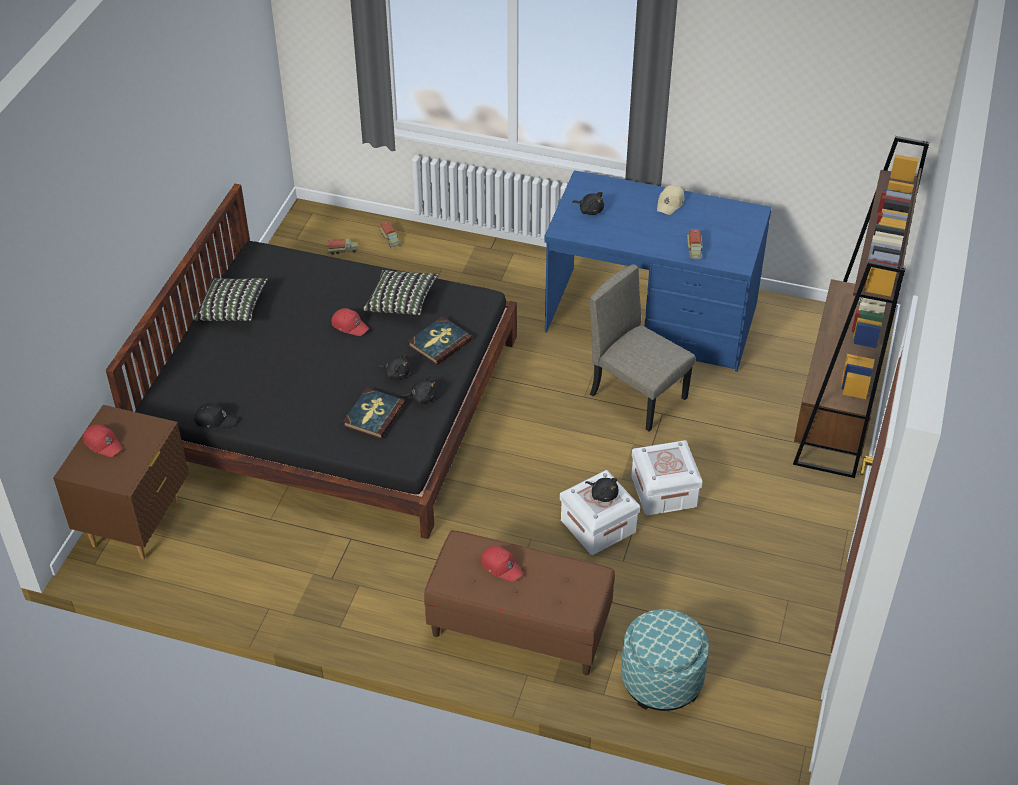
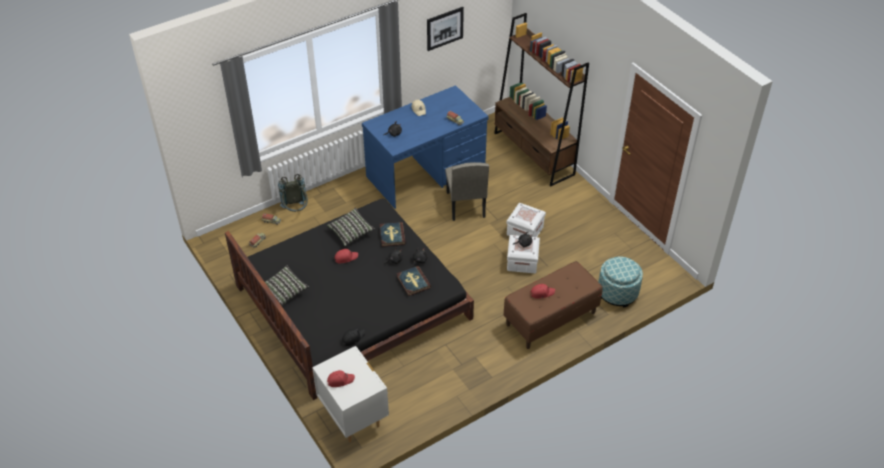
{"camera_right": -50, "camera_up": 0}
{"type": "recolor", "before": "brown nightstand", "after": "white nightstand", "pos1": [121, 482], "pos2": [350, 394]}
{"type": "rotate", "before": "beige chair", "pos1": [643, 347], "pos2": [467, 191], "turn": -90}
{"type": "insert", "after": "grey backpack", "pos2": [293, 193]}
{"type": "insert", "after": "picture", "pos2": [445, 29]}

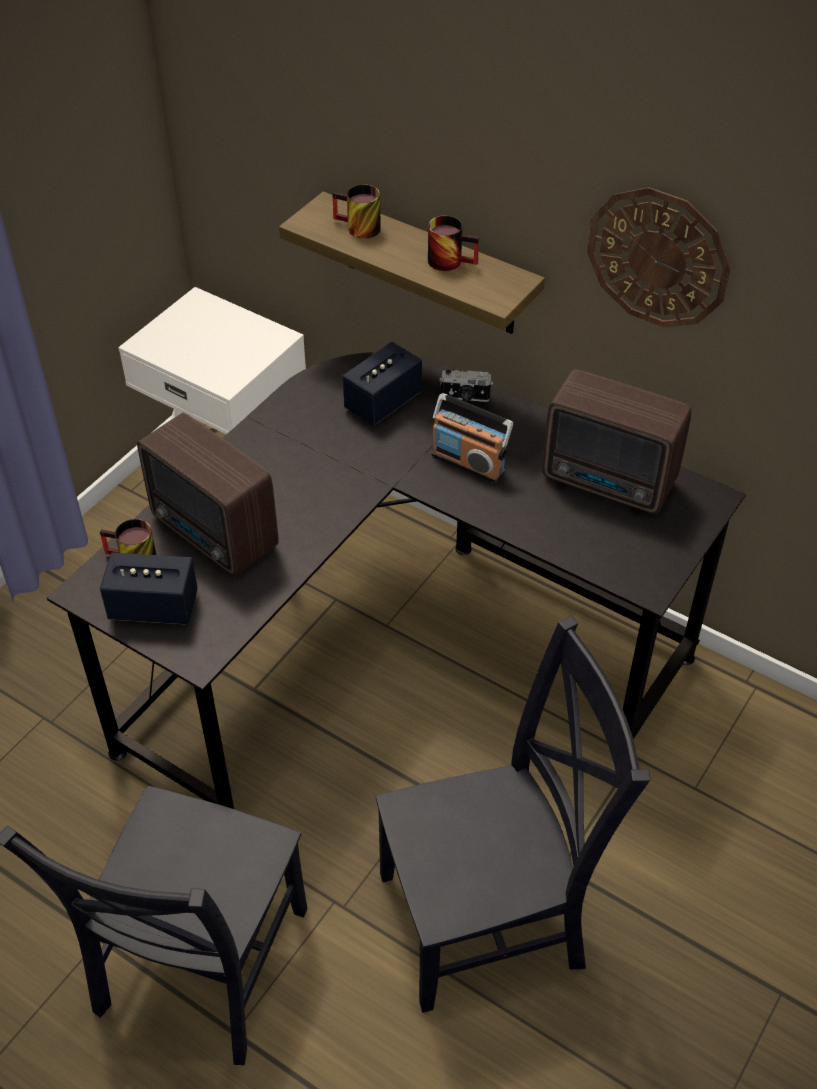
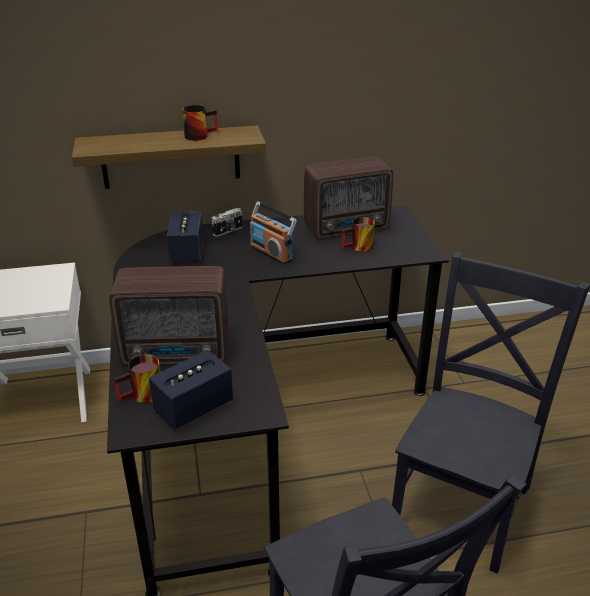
{"camera_right": -45, "camera_up": -15}
{"type": "move", "before": "mug", "pos1": [356, 212], "pos2": [358, 234]}
{"type": "rotate", "before": "radio", "pos1": [472, 438], "pos2": [273, 233], "turn": 60}
{"type": "delete", "before": "wall clock", "pos1": [659, 257]}

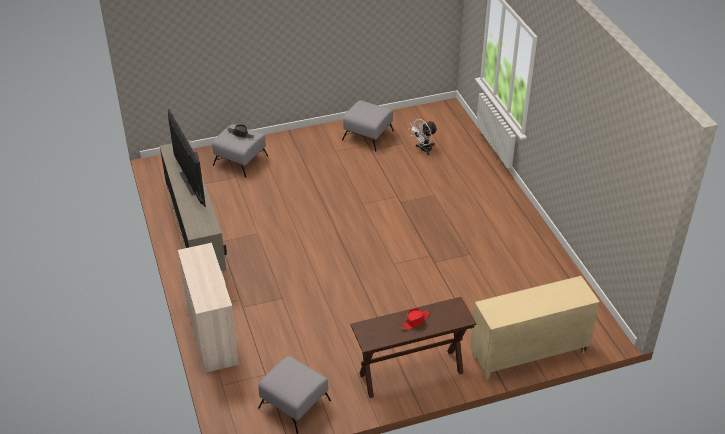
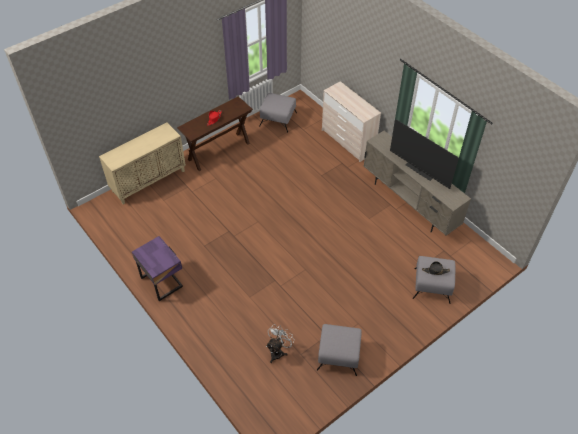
{"camera_right": 160, "camera_up": 10}
{"type": "insert", "after": "purple nightstand", "pos2": [157, 268]}

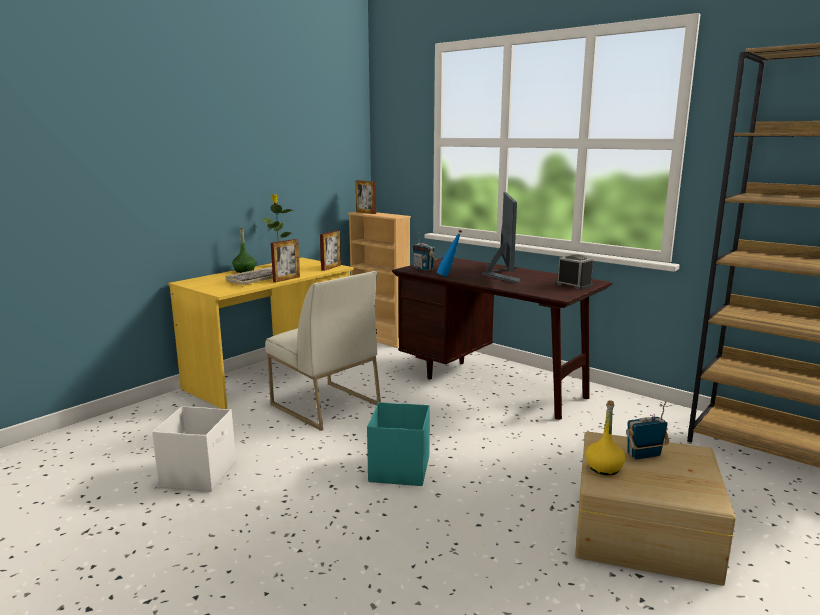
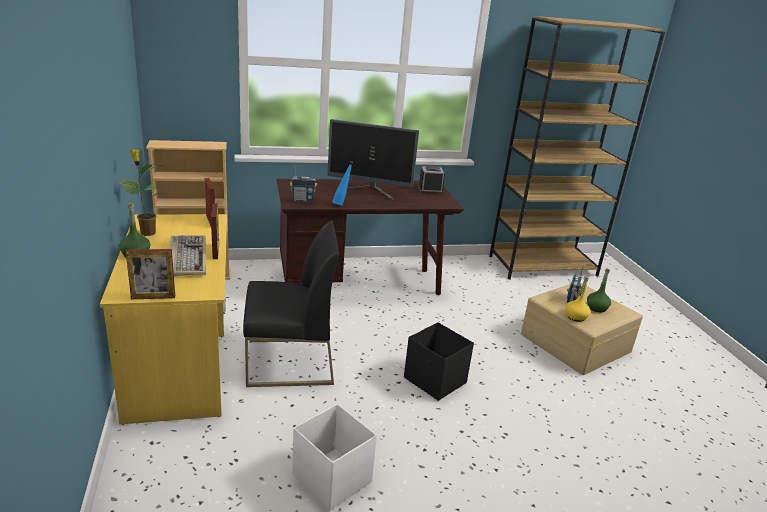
{"camera_right": -55, "camera_up": 10}
{"type": "recolor", "before": "white chair", "after": "black chair", "pos1": [323, 351], "pos2": [291, 303]}
{"type": "move", "before": "picture frame", "pos1": [366, 197], "pos2": [150, 274]}
{"type": "recolor", "before": "turquoise storage box", "after": "black storage box", "pos1": [398, 444], "pos2": [439, 361]}
{"type": "rotate", "before": "monitor", "pos1": [501, 238], "pos2": [373, 159], "turn": 150}
{"type": "insert", "after": "green bottle", "pos2": [599, 290]}

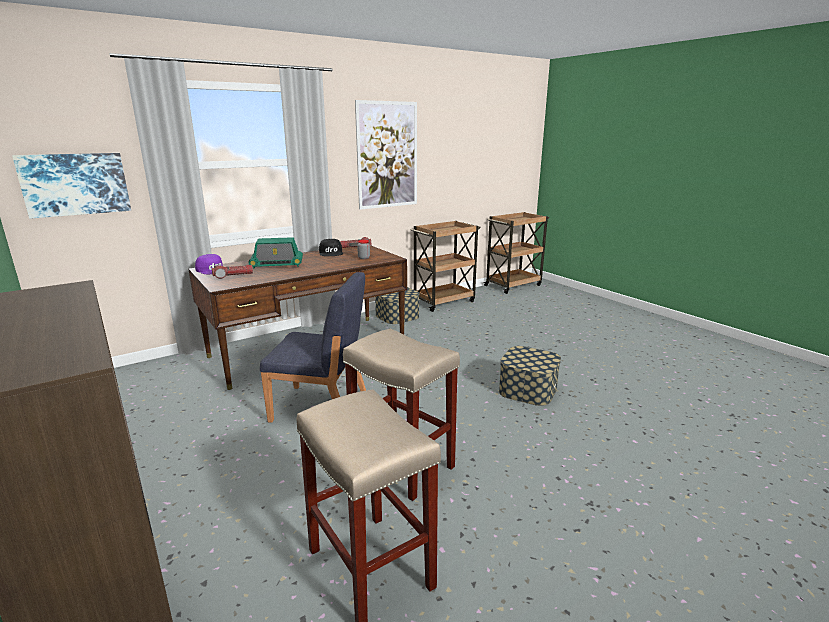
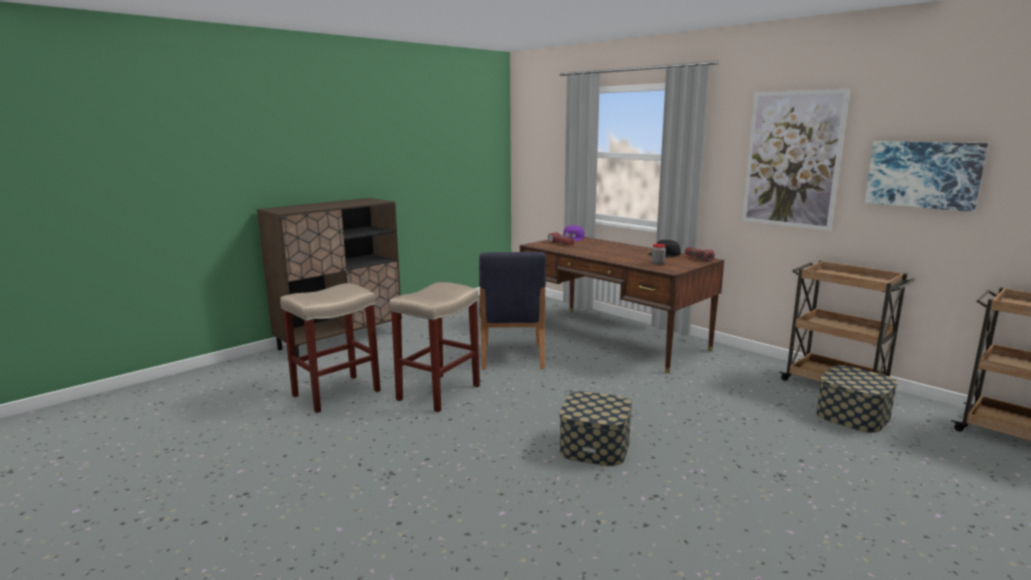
{"camera_right": 80, "camera_up": -5}
{"type": "move", "before": "picture", "pos1": [71, 186], "pos2": [926, 176]}
{"type": "delete", "before": "radio", "pos1": [276, 253]}
{"type": "move", "before": "storage box", "pos1": [397, 305], "pos2": [857, 399]}

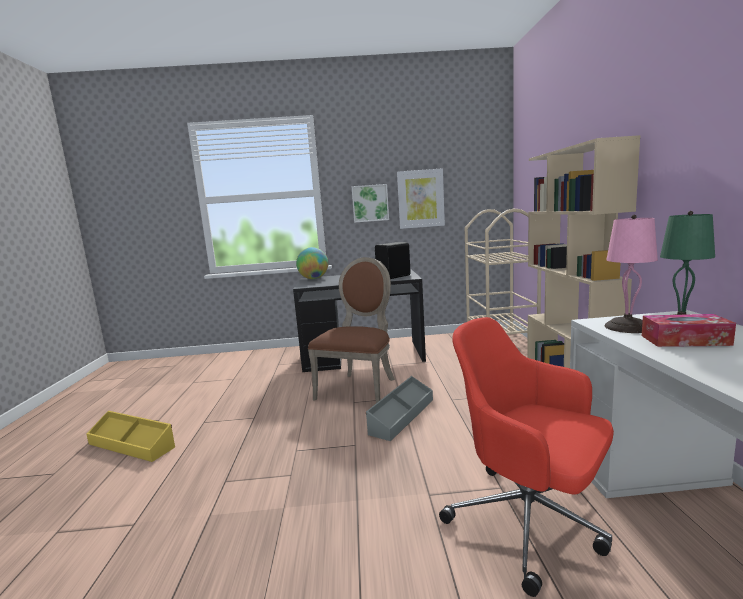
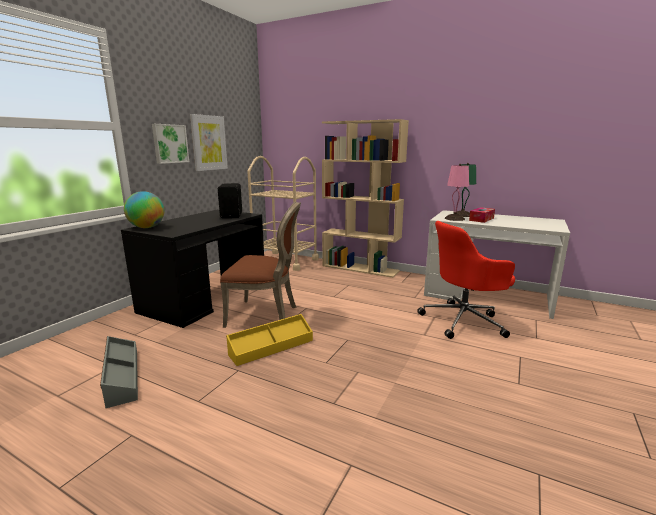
{"camera_right": -60, "camera_up": 5}
{"type": "move", "before": "yellow storage box", "pos1": [130, 436], "pos2": [269, 340]}
{"type": "rotate", "before": "brown chair", "pos1": [351, 330], "pos2": [260, 264], "turn": 135}
{"type": "move", "before": "grey storage box", "pos1": [399, 408], "pos2": [119, 372]}

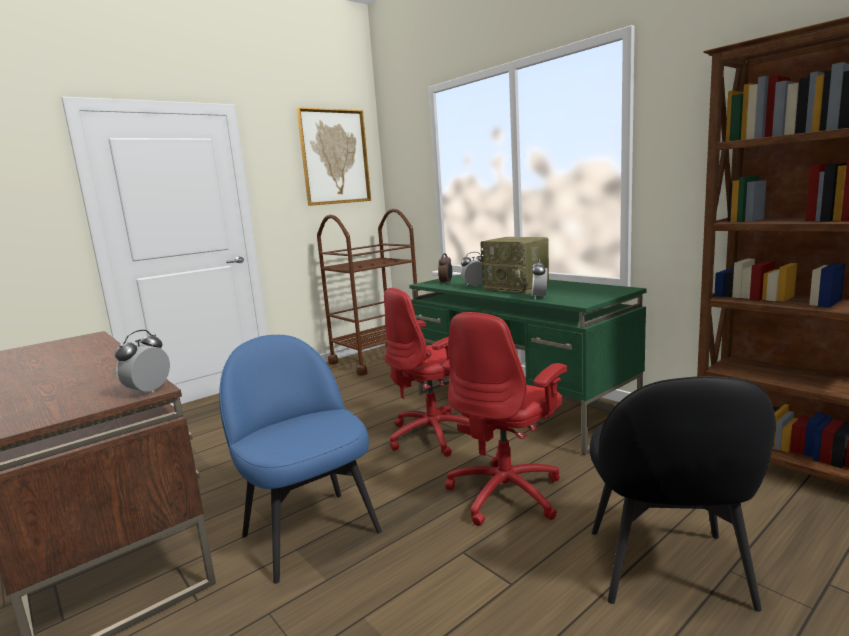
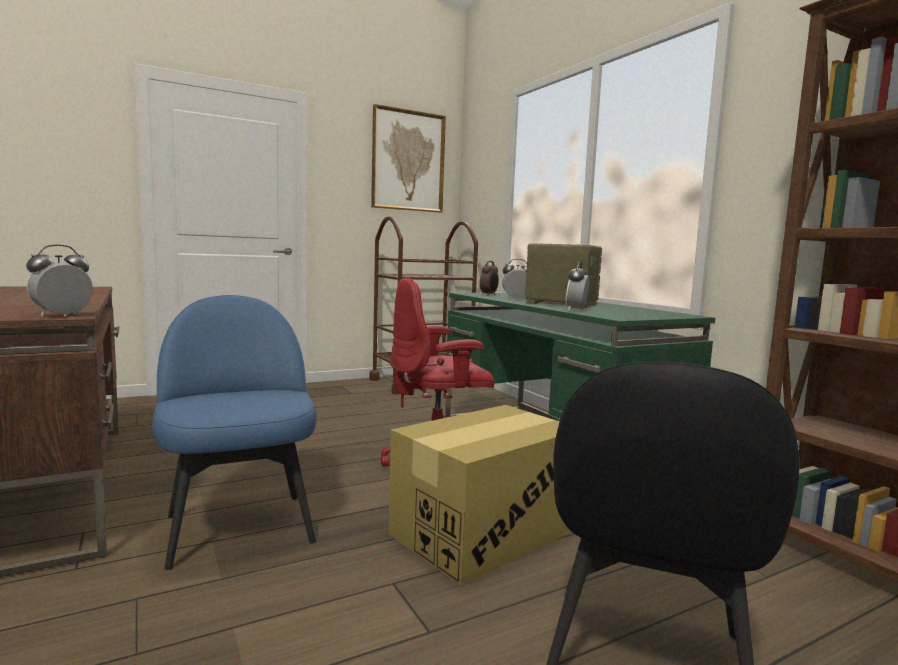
{"camera_right": 10, "camera_up": -5}
{"type": "replace", "before": "red office chair", "after": "cardboard box", "pos1": [504, 419], "pos2": [480, 495]}
{"type": "rotate", "before": "radio", "pos1": [514, 266], "pos2": [563, 275], "turn": 150}

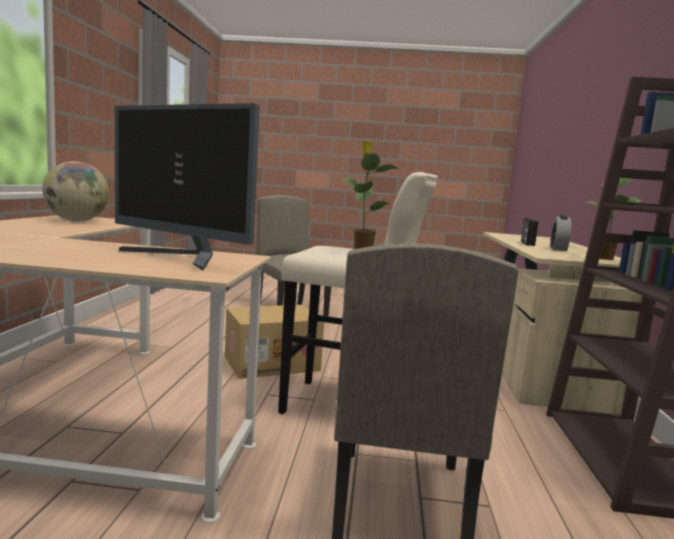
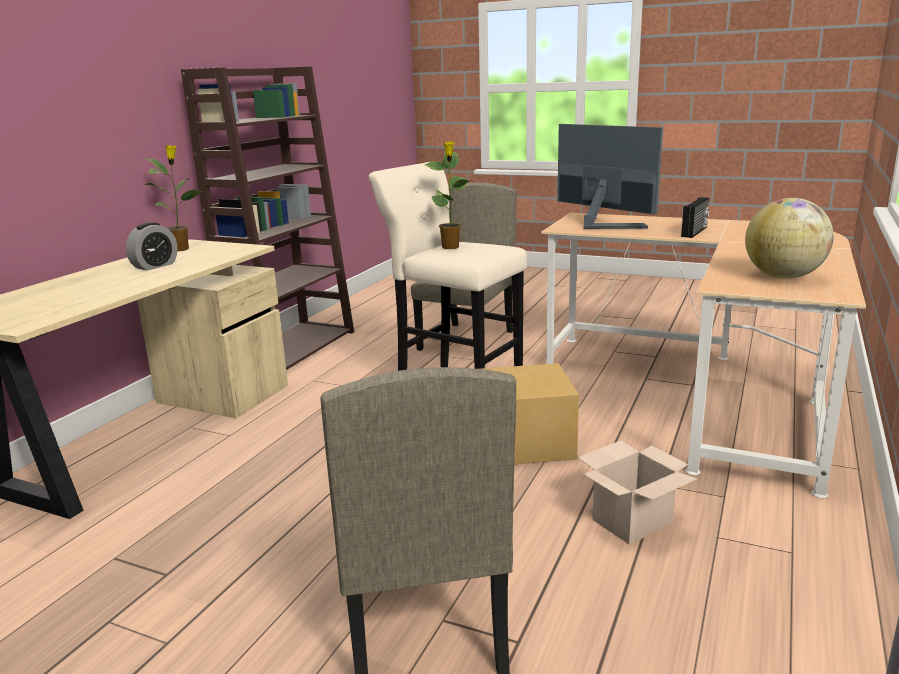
{"camera_right": -160, "camera_up": 10}
{"type": "move", "before": "radio", "pos1": [529, 232], "pos2": [695, 217]}
{"type": "insert", "after": "cardboard box", "pos2": [637, 492]}

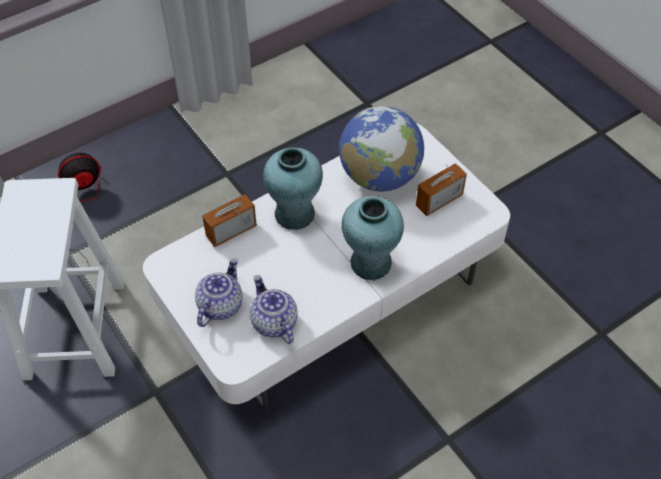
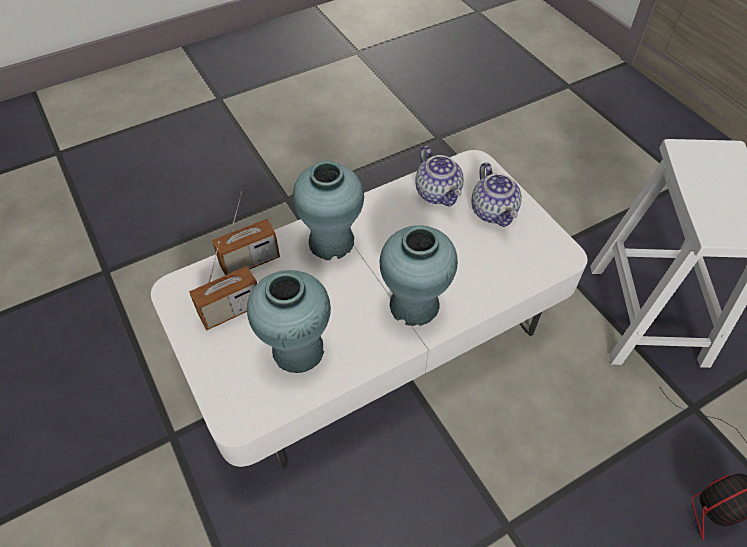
{"camera_right": -175, "camera_up": 0}
{"type": "rotate", "before": "teapot", "pos1": [219, 292], "pos2": [496, 194], "turn": -45}
{"type": "move", "before": "radio", "pos1": [229, 220], "pos2": [246, 233]}
{"type": "replace", "before": "globe", "after": "turquoise vase", "pos1": [381, 149], "pos2": [289, 321]}

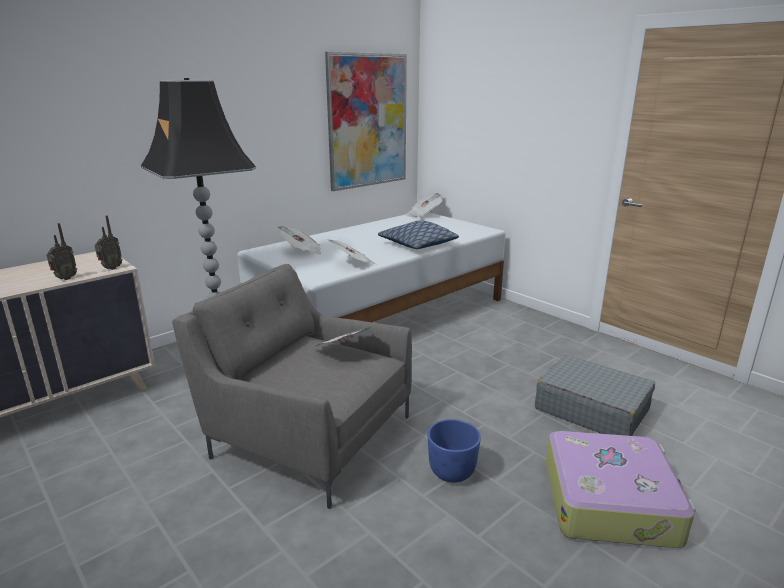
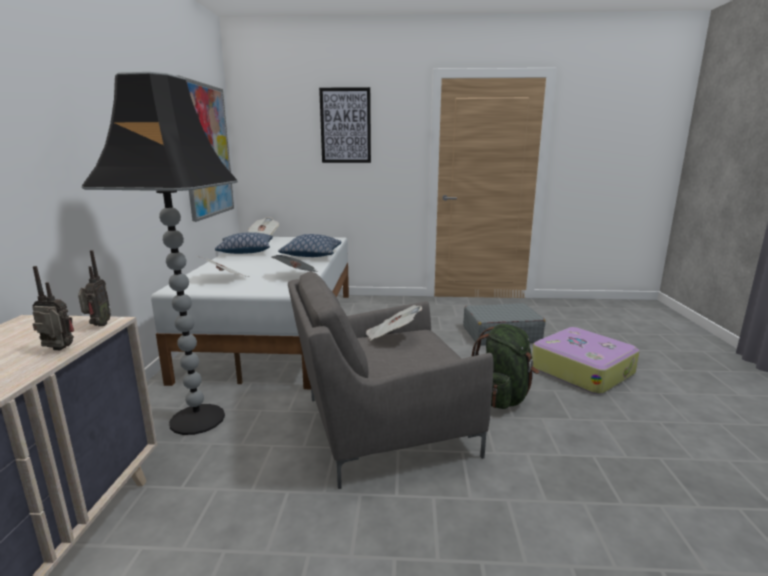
{"camera_right": -45, "camera_up": -5}
{"type": "rotate", "before": "radio", "pos1": [61, 251], "pos2": [53, 308], "turn": -75}
{"type": "replace", "before": "blue planter", "after": "green backpack", "pos1": [454, 451], "pos2": [505, 366]}
{"type": "insert", "after": "pillow", "pos2": [244, 243]}
{"type": "insert", "after": "picture", "pos2": [345, 125]}

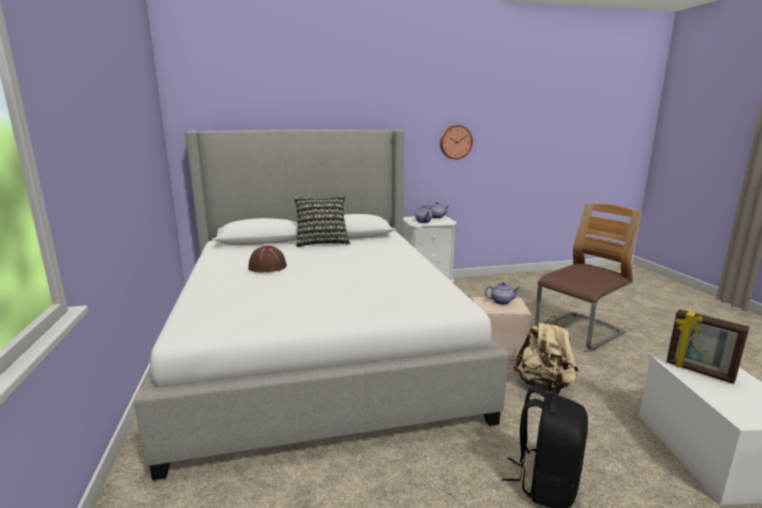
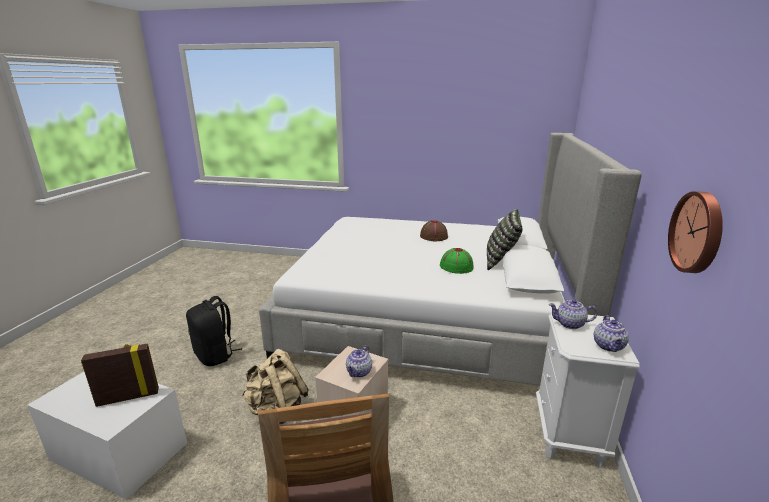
{"camera_right": 115, "camera_up": 5}
{"type": "insert", "after": "green hat", "pos2": [457, 261]}

